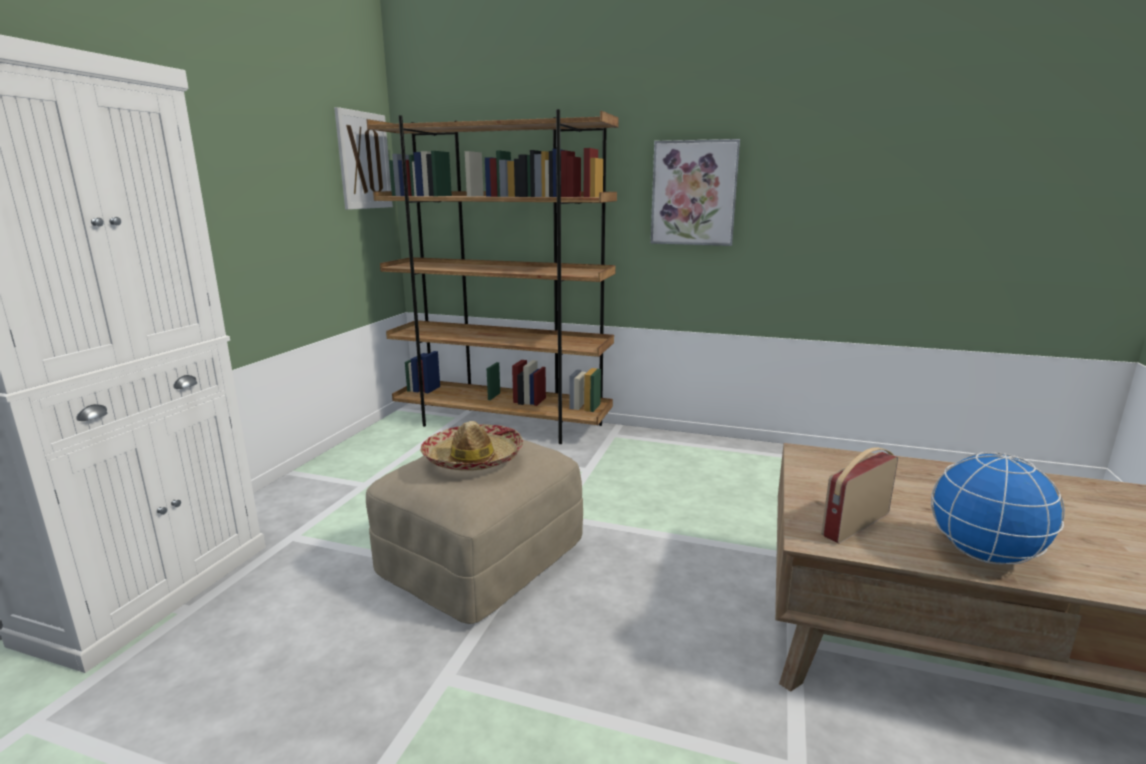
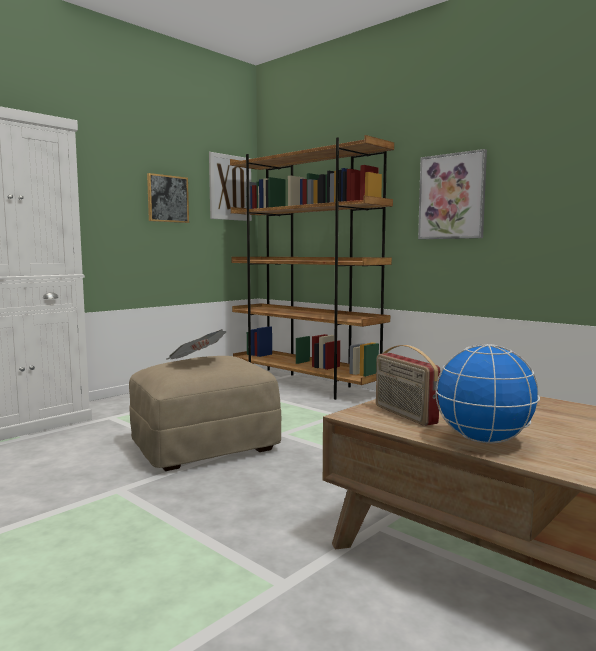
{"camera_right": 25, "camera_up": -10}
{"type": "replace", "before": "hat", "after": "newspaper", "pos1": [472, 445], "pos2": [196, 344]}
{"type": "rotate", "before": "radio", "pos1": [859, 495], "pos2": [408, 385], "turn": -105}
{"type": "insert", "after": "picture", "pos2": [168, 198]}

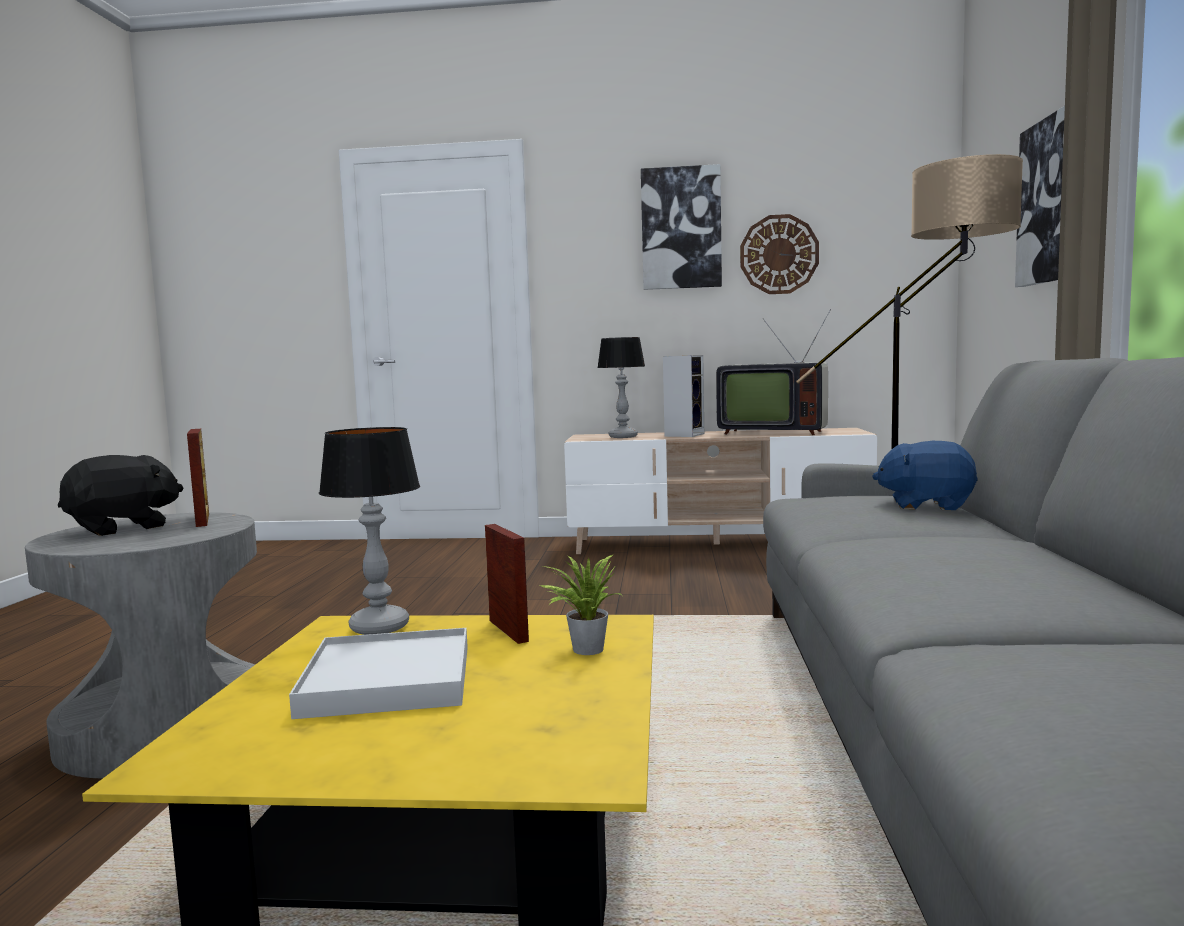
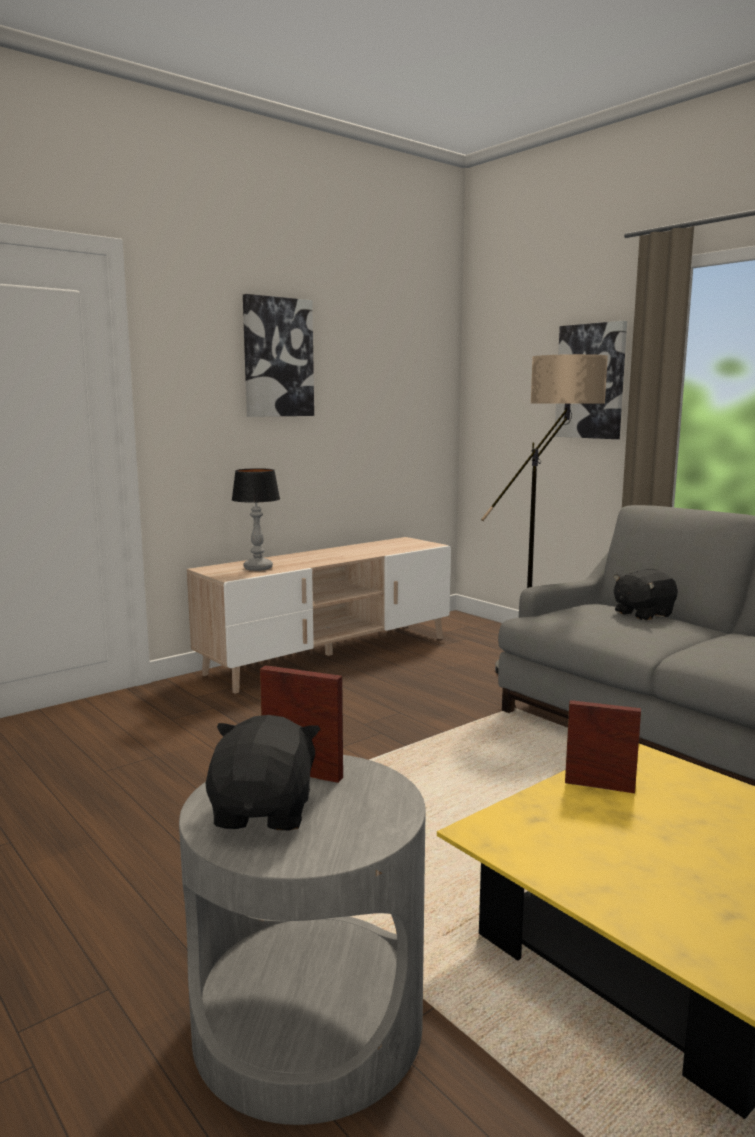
{"camera_right": -45, "camera_up": 5}
{"type": "delete", "before": "white tray", "pos1": [378, 673]}
{"type": "delete", "before": "table lamp", "pos1": [369, 531]}
{"type": "delete", "before": "potted plant", "pos1": [580, 605]}
{"type": "delete", "before": "speaker", "pos1": [683, 396]}
{"type": "delete", "before": "television", "pos1": [773, 372]}
{"type": "delete", "before": "wall clock", "pos1": [779, 254]}
{"type": "recolor", "before": "blue plush toy", "after": "black plush toy", "pos1": [925, 475], "pos2": [646, 595]}

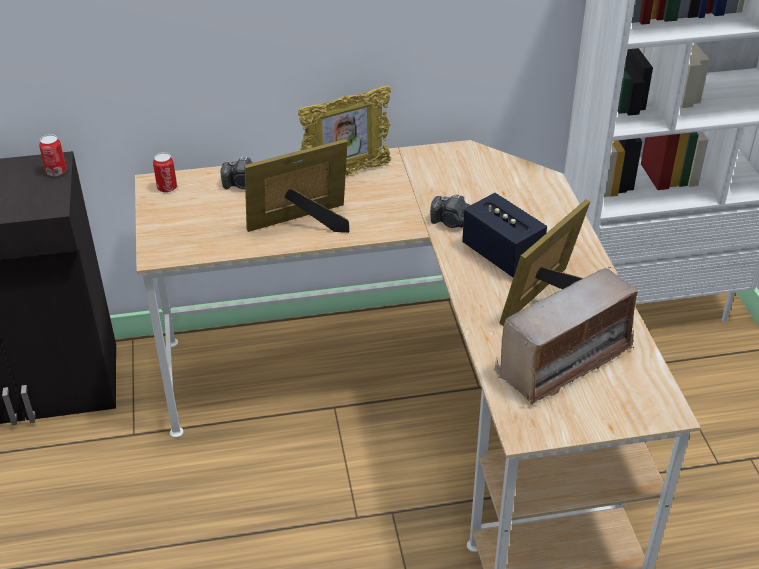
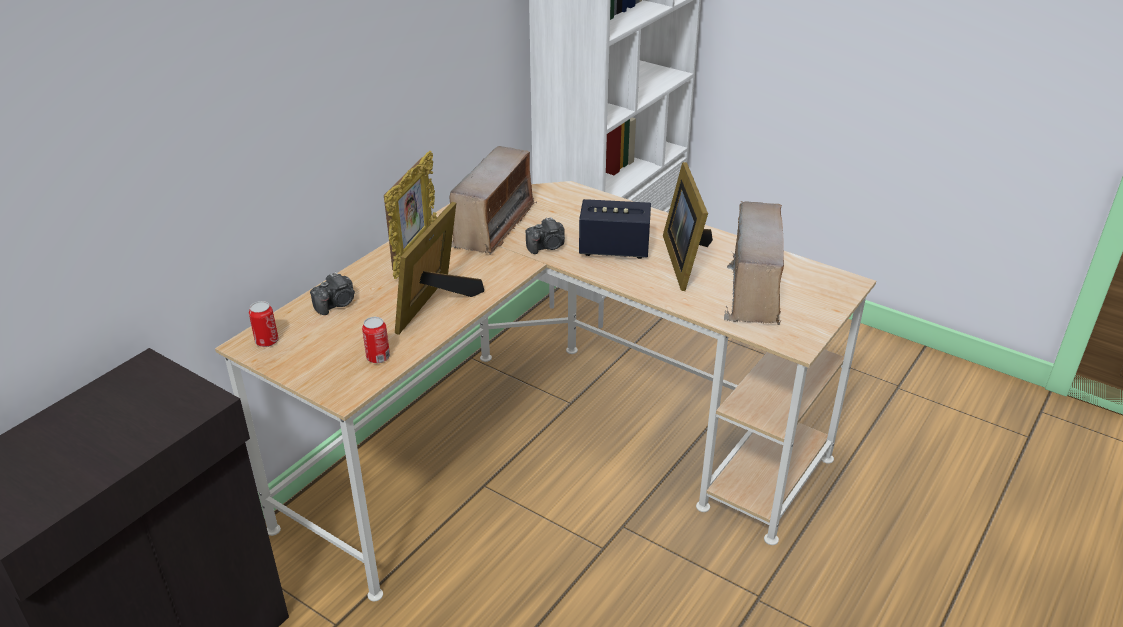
{"camera_right": -45, "camera_up": -5}
{"type": "move", "before": "can", "pos1": [53, 155], "pos2": [376, 340]}
{"type": "insert", "after": "radio", "pos2": [493, 200]}

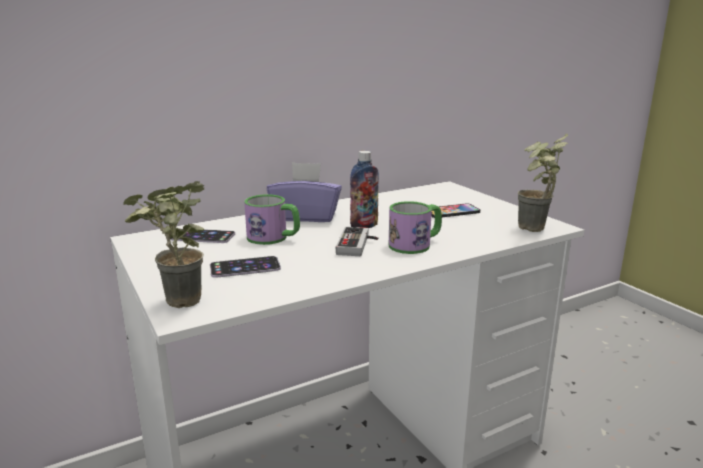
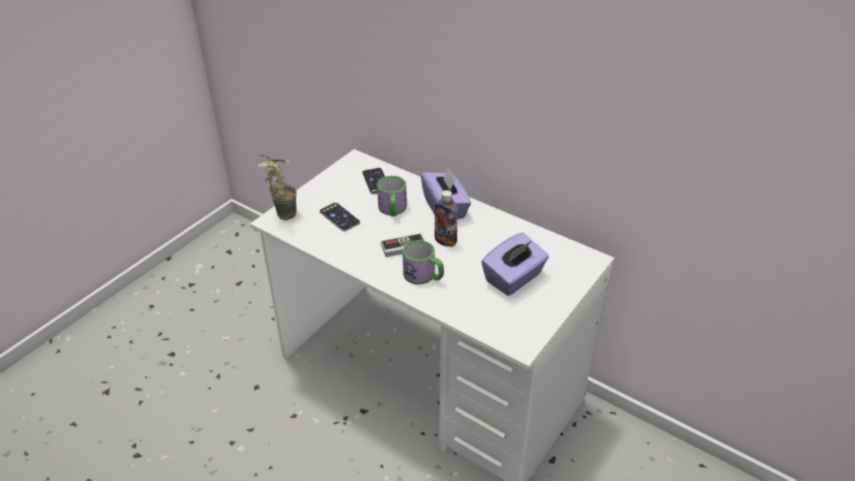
{"camera_right": 65, "camera_up": 20}
{"type": "replace", "before": "phone", "after": "purple tissue box", "pos1": [455, 211], "pos2": [515, 264]}
{"type": "delete", "before": "potted plant", "pos1": [543, 182]}

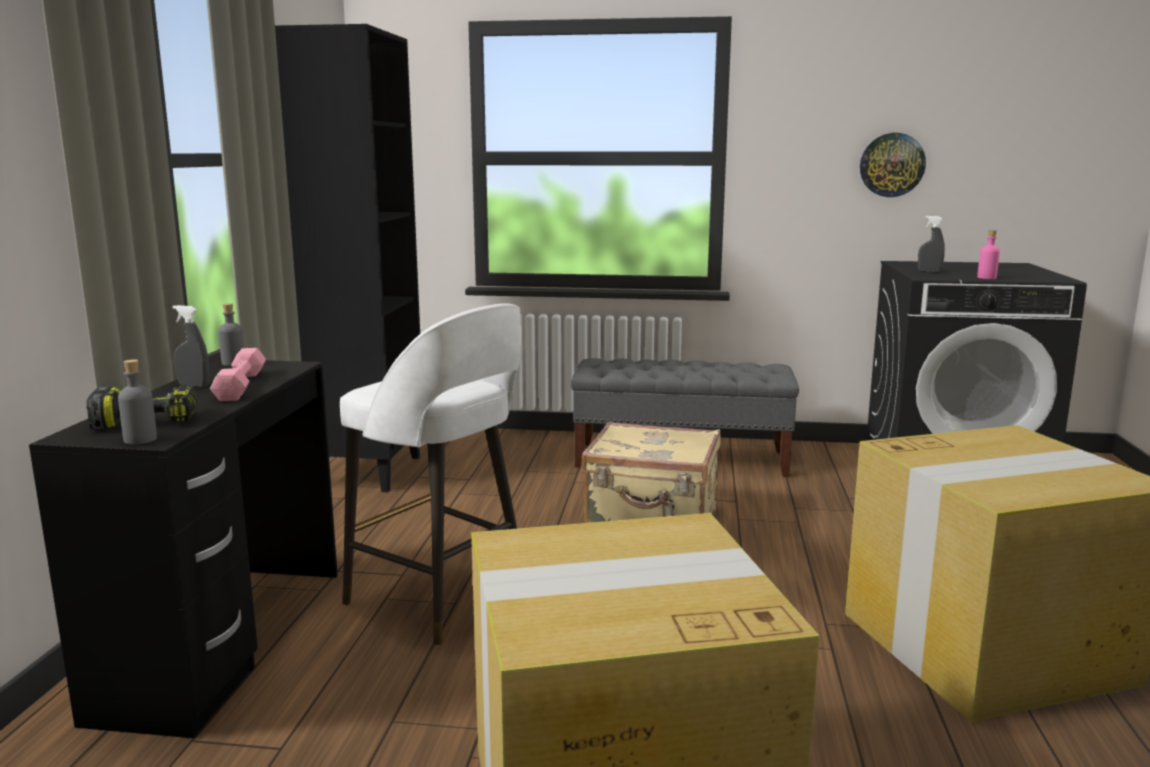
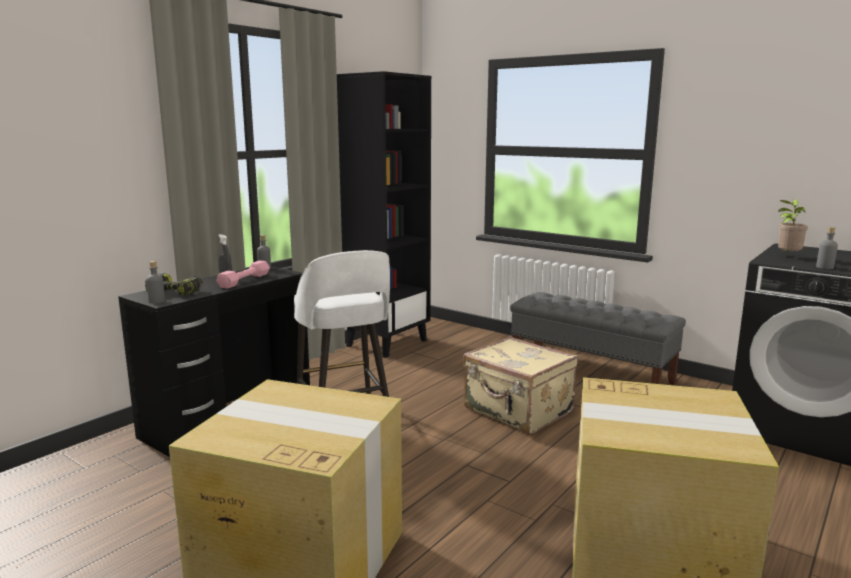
{"camera_right": 30, "camera_up": 0}
{"type": "delete", "before": "wall clock", "pos1": [893, 165]}
{"type": "replace", "before": "grey spray bottle", "after": "potted plant", "pos1": [931, 244], "pos2": [793, 225]}
{"type": "recolor", "before": "pink bottle", "after": "grey bottle", "pos1": [988, 254], "pos2": [827, 248]}

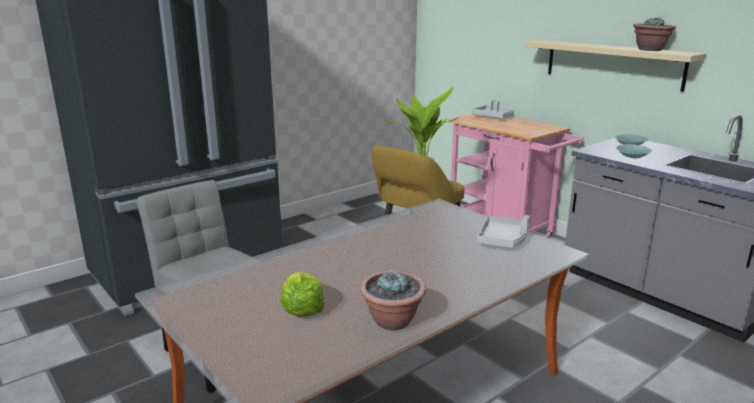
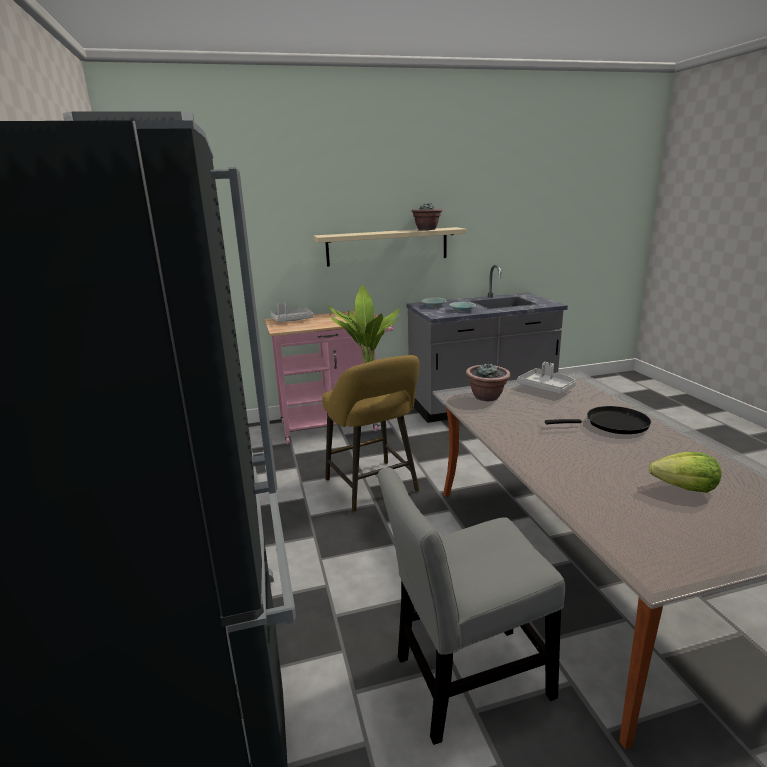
{"camera_right": -65, "camera_up": 0}
{"type": "move", "before": "potted plant", "pos1": [393, 300], "pos2": [488, 382]}
{"type": "insert", "after": "black frying pan", "pos2": [598, 420]}

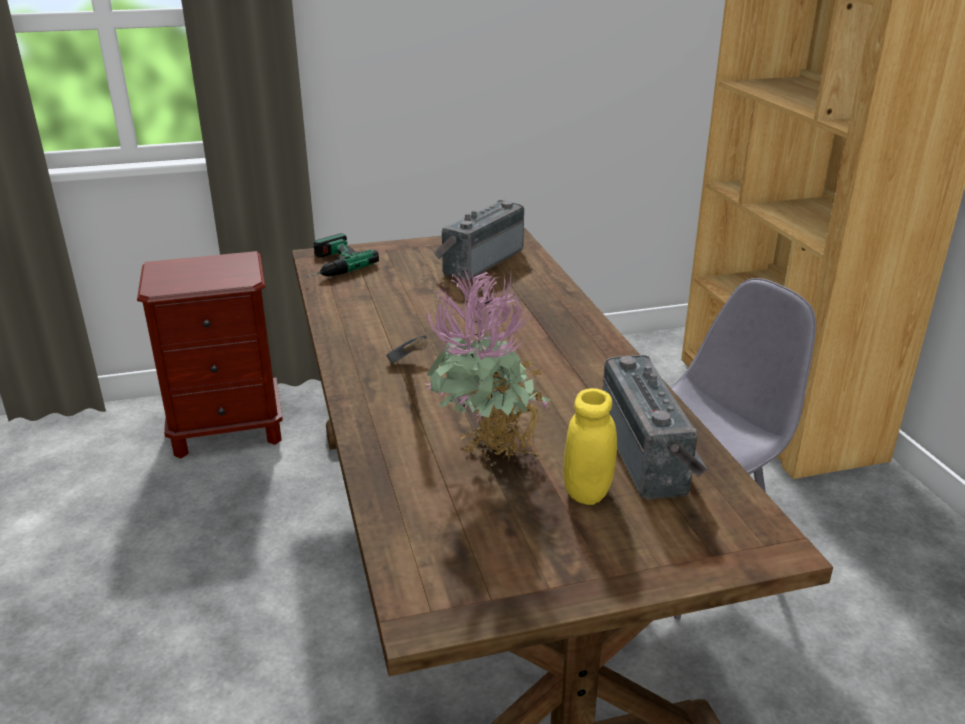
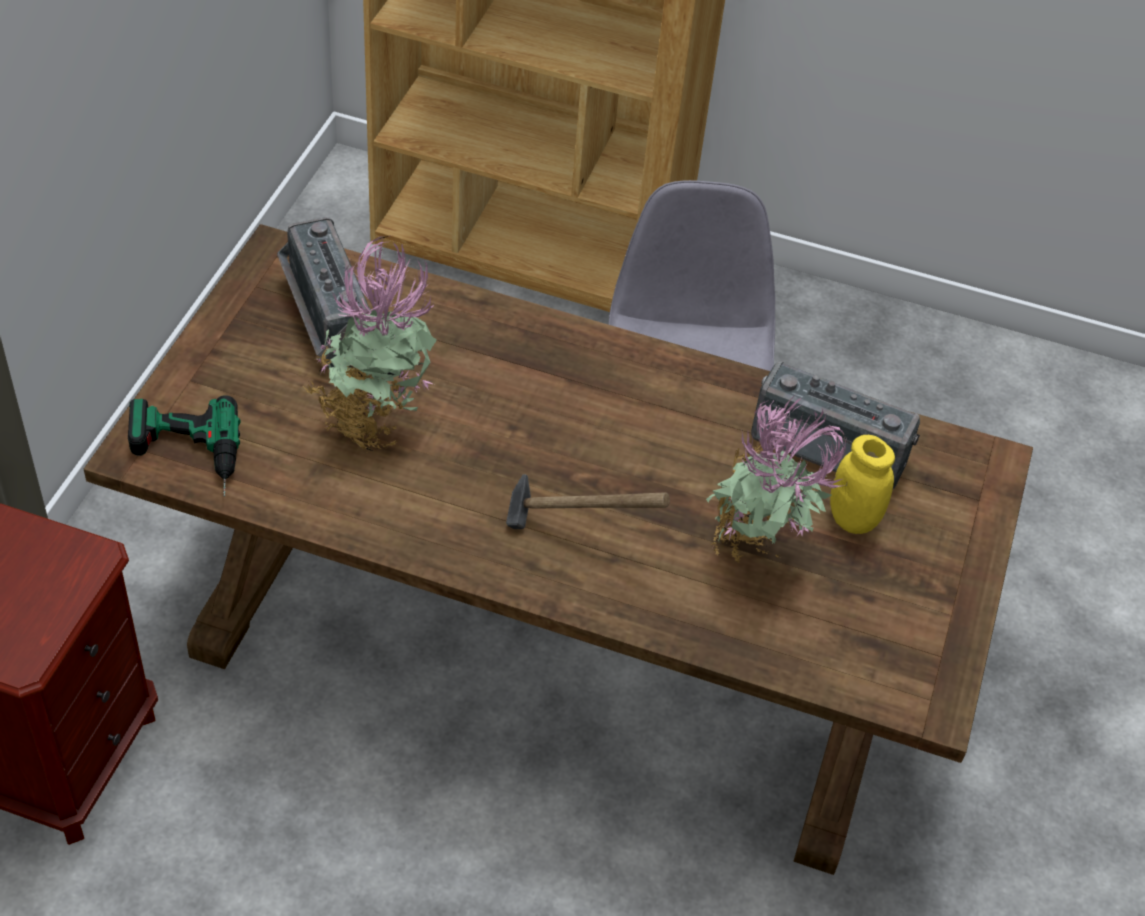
{"camera_right": -60, "camera_up": 20}
{"type": "insert", "after": "potted plant", "pos2": [370, 343]}

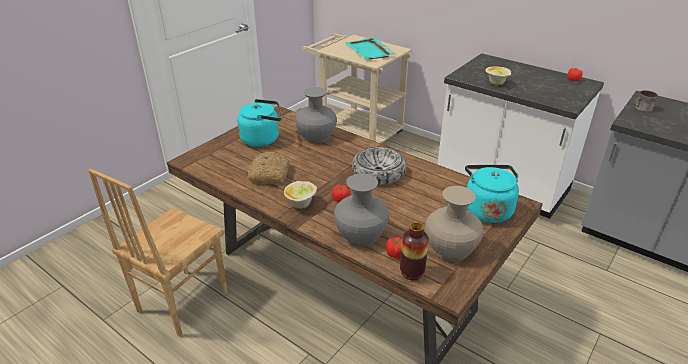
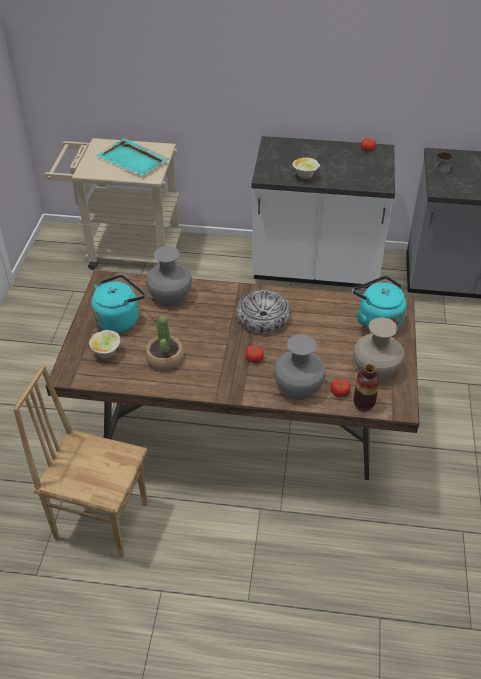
{"camera_right": -30, "camera_up": 10}
{"type": "rotate", "before": "brown chair", "pos1": [158, 253], "pos2": [80, 461], "turn": 105}
{"type": "replace", "before": "bread", "after": "potted plant", "pos1": [268, 168], "pos2": [164, 343]}
{"type": "move", "before": "bowl", "pos1": [300, 195], "pos2": [104, 344]}

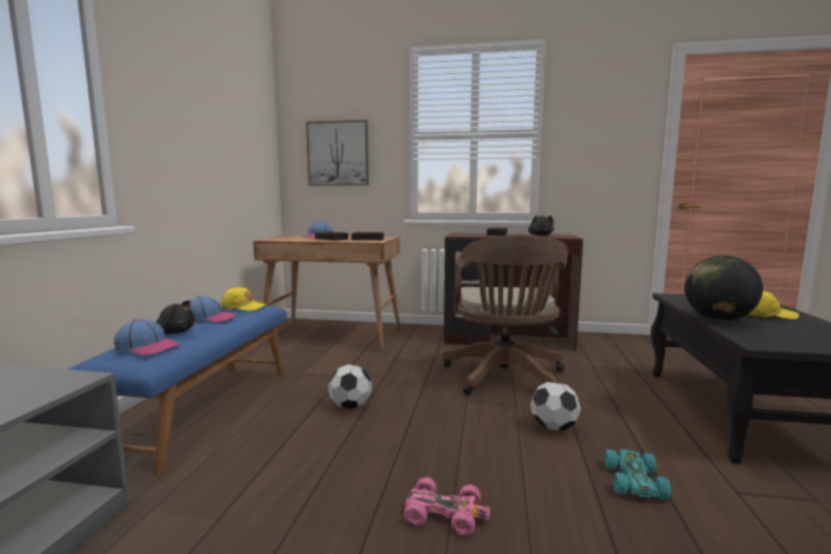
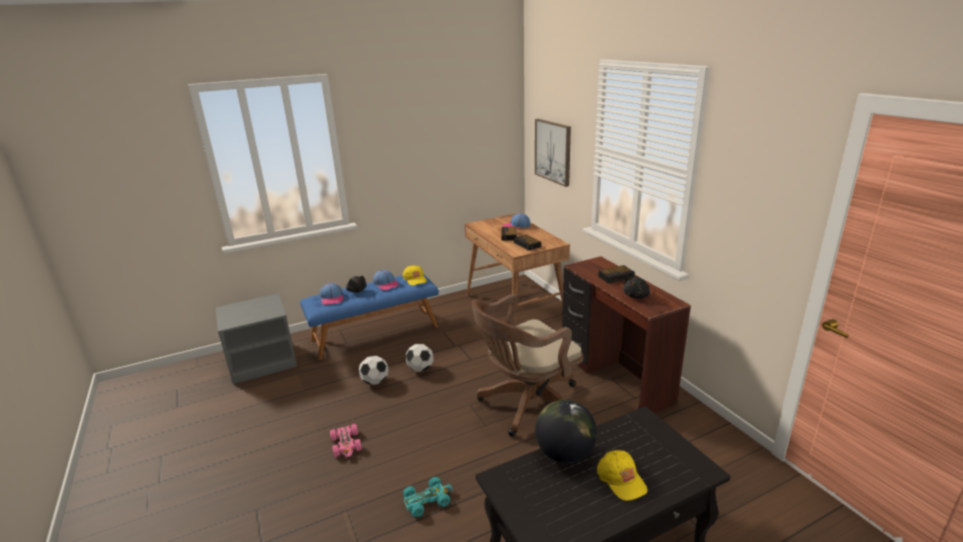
{"camera_right": 55, "camera_up": 15}
{"type": "move", "before": "football", "pos1": [555, 406], "pos2": [374, 370]}

